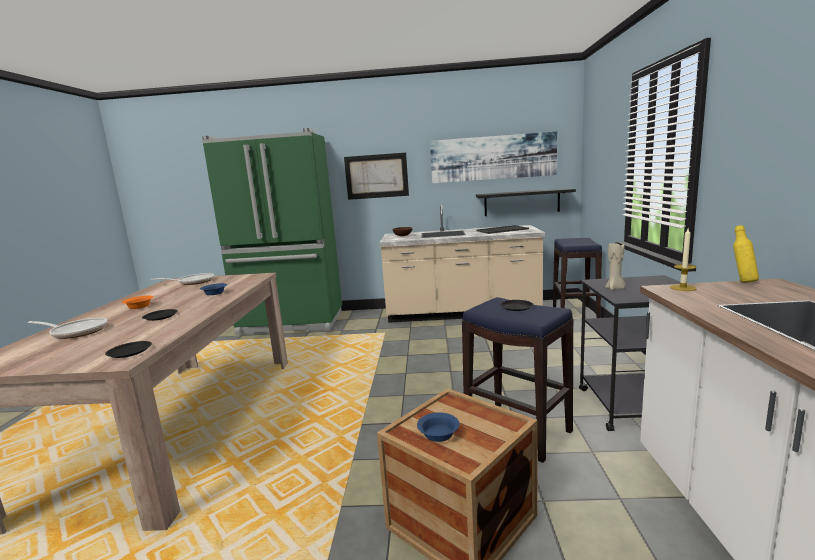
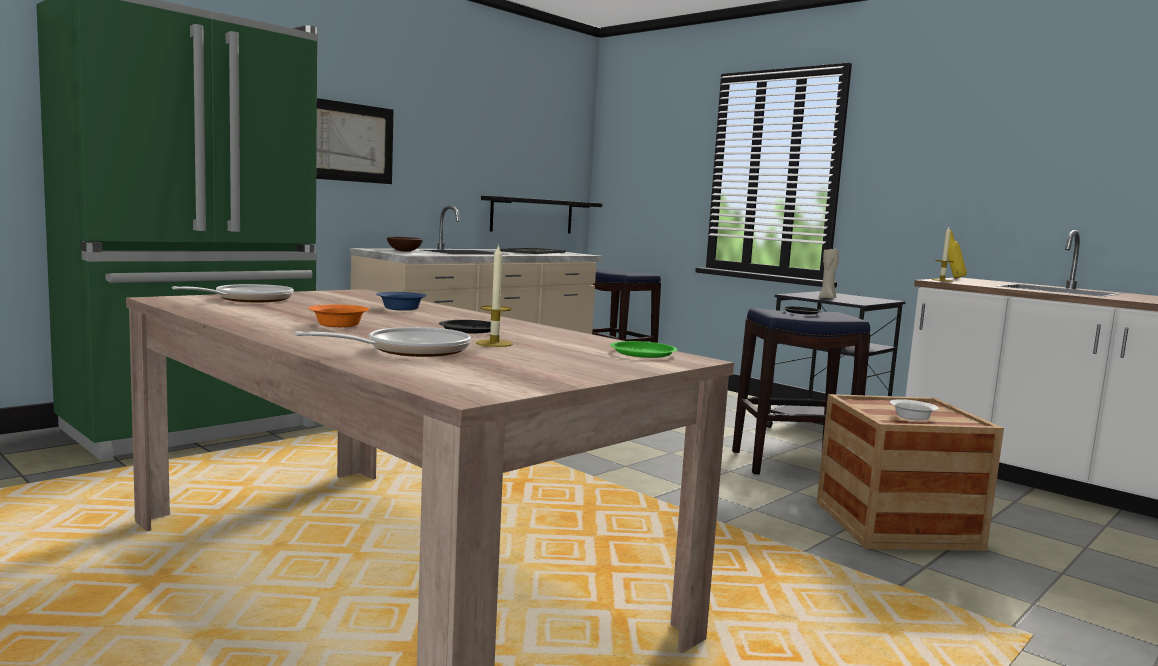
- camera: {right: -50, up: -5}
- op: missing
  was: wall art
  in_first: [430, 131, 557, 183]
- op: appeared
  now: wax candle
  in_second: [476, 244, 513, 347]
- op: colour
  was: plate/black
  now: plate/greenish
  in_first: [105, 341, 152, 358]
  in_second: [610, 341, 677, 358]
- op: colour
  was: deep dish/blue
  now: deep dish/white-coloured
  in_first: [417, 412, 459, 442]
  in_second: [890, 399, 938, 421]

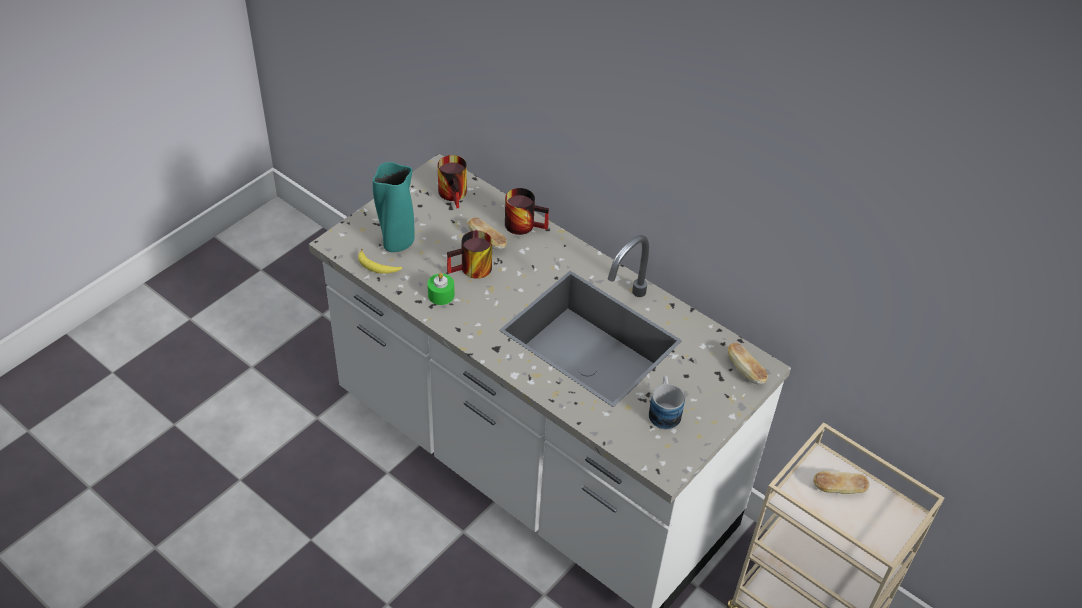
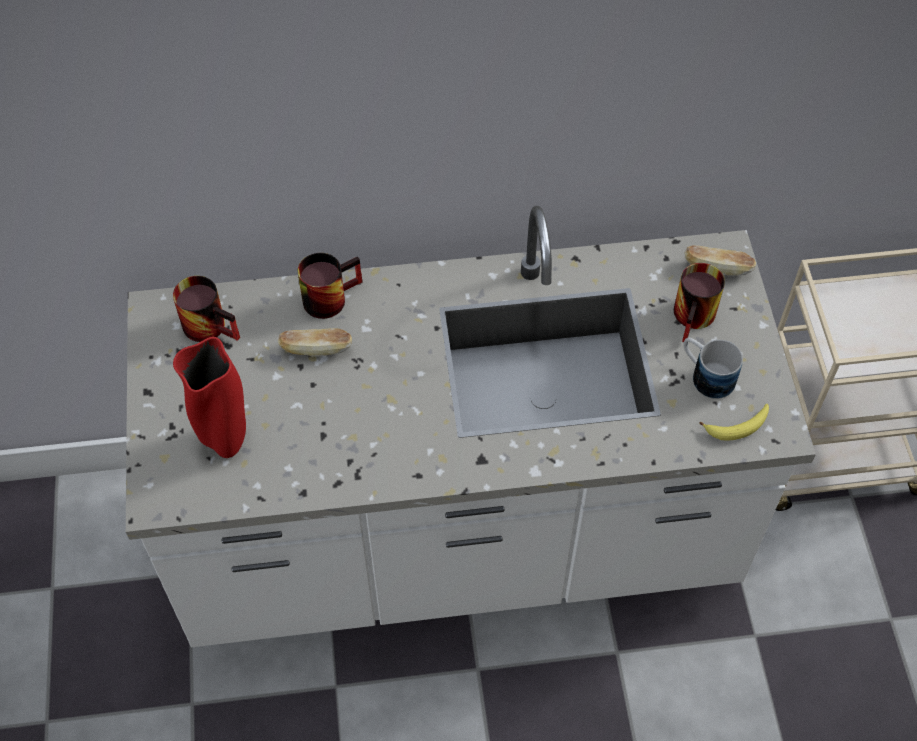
- camera: {right: -45, up: 10}
- op: missing
  was: wax candle/greenish
  in_first: [427, 273, 454, 305]
- op: missing
  was: bakery bread
  in_first: [813, 471, 870, 494]
- op: relocated
  was: whole banana
  in_first: [358, 249, 402, 274]
  in_second: [699, 404, 769, 441]
- op: relocated
  was: coffee mug
  in_first: [447, 230, 492, 279]
  in_second: [674, 263, 725, 342]
- op: colour
  was: decorative vase/turquoise-coloured
  now: decorative vase/red-coloured
  in_first: [373, 162, 415, 252]
  in_second: [173, 337, 246, 458]

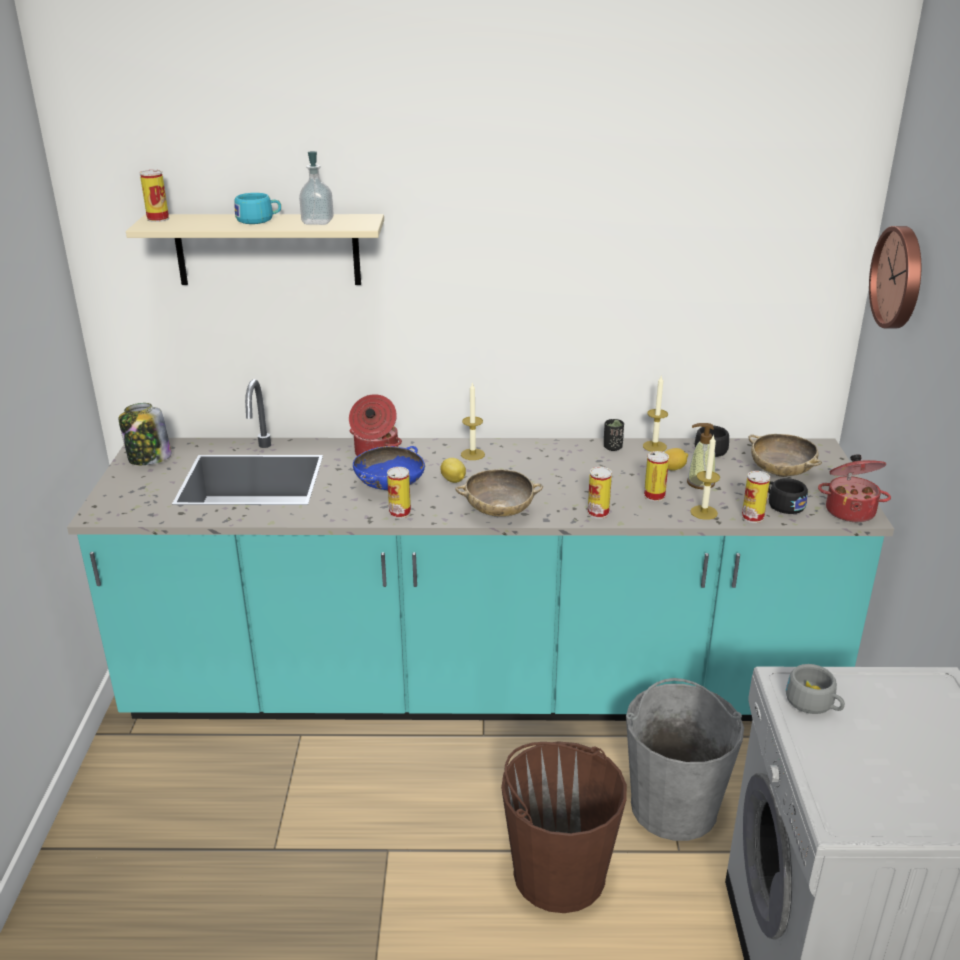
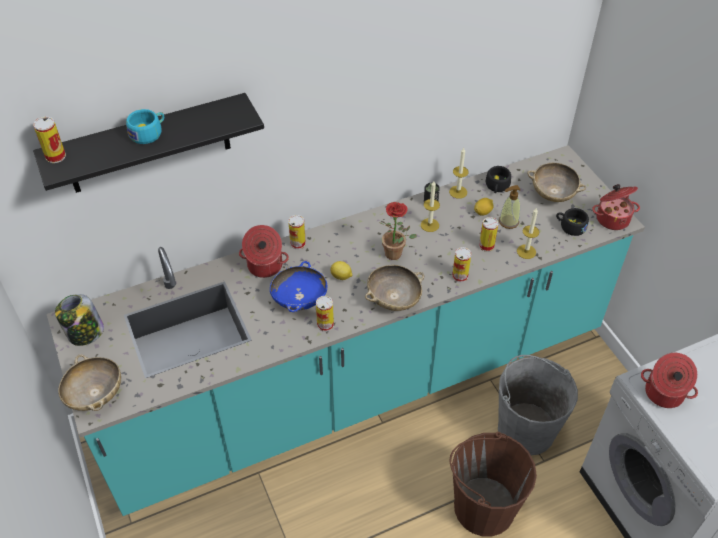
- camera: {right: -25, up: 20}
- op: missing
  was: soap bottle
  in_first: [299, 151, 334, 225]
- op: missing
  was: clock on the wall
  in_first: [869, 226, 921, 328]
- op: appeared
  now: deep dish/beige-coloured
  in_second: [58, 354, 121, 411]
- op: appeared
  now: houseplant
  in_second: [381, 202, 417, 260]
- op: relocated
  was: wax candle
  in_first: [461, 383, 485, 460]
  in_second: [421, 181, 440, 232]
- op: relocated
  was: can
  in_first: [742, 471, 770, 523]
  in_second: [288, 215, 306, 249]
- op: exchanged
  was: small cup/gray
  now: saucepot
  in_first: [786, 664, 845, 714]
  in_second: [641, 353, 698, 408]
- op: colour
  was: shelf/beige-coloured
  now: shelf/black
  in_first: [126, 214, 384, 285]
  in_second: [33, 93, 264, 193]

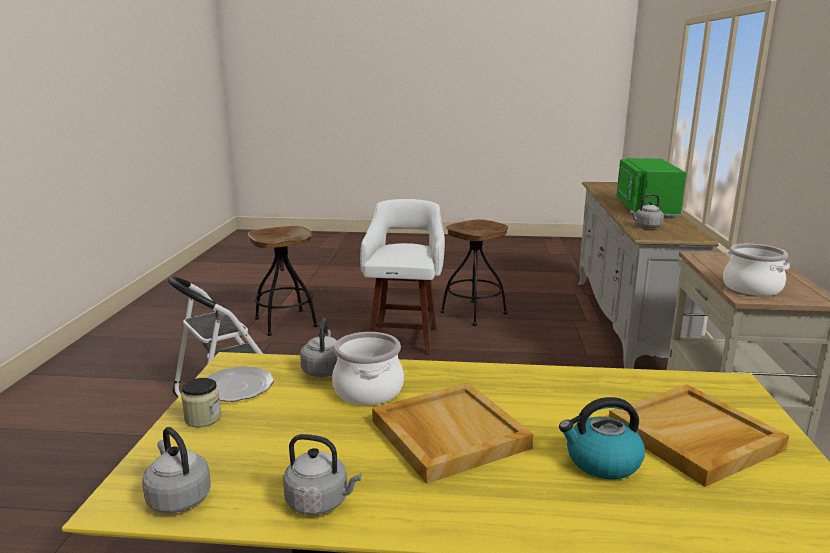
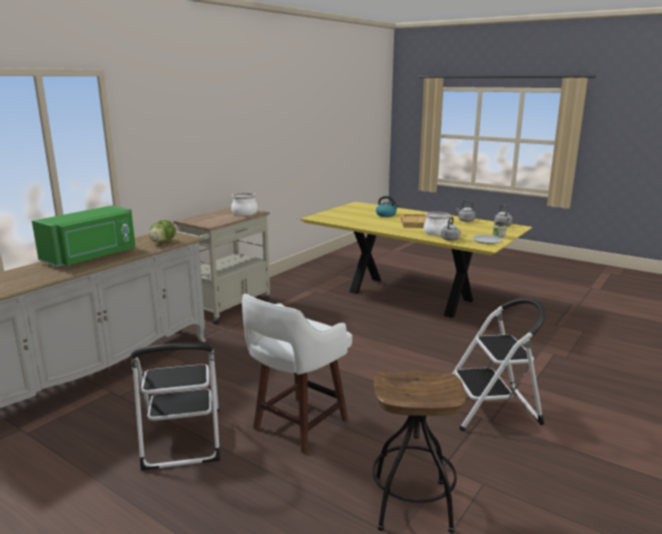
- camera: {right: -150, up: 0}
- op: missing
  was: serving tray/beige-coloured
  in_first: [609, 384, 789, 487]
- op: exchanged
  was: stool/brown-coloured
  now: step ladder
  in_first: [440, 219, 508, 326]
  in_second: [131, 343, 220, 471]
- op: exchanged
  was: tea kettle/gray
  now: lettuce
  in_first: [630, 194, 664, 229]
  in_second: [149, 220, 176, 243]

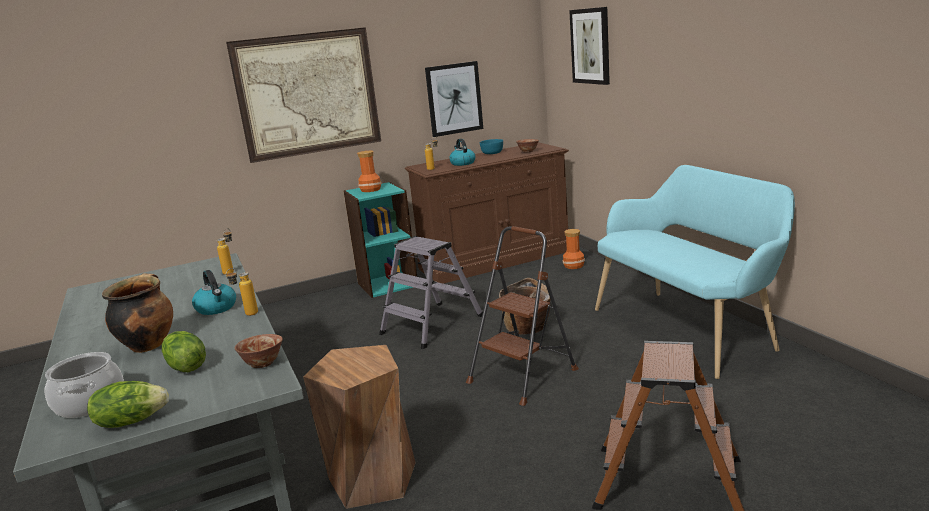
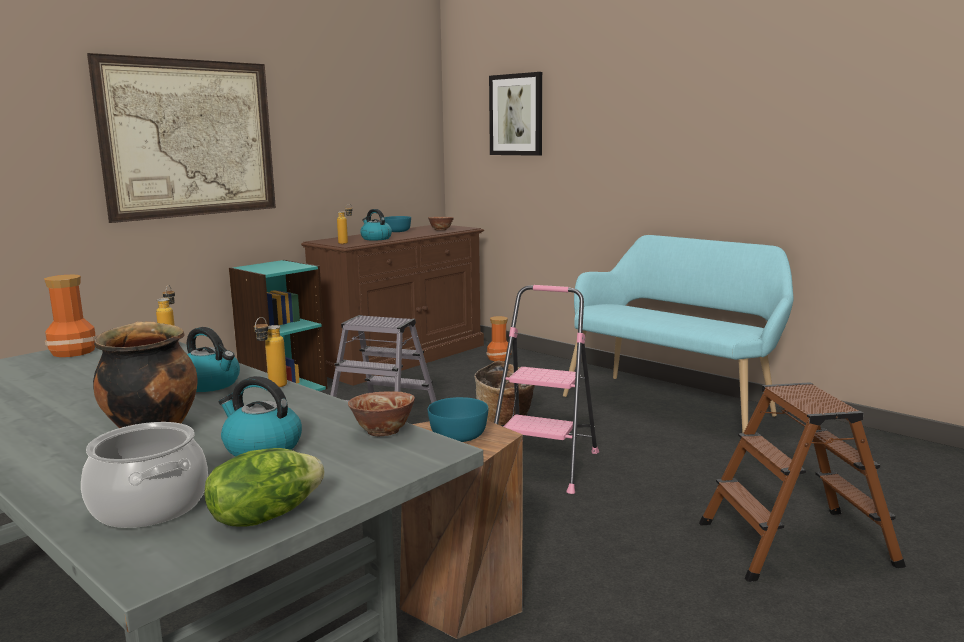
- camera: {right: -25, up: -5}
- op: missing
  was: wall art
  in_first: [425, 61, 483, 137]
- op: appeared
  now: deep dish/turquoise-coloured
  in_second: [428, 397, 488, 442]
- op: relocated
  was: decorative vase
  in_first: [357, 151, 382, 192]
  in_second: [44, 275, 97, 357]
- op: exchanged
  was: lettuce
  now: tea kettle
  in_first: [162, 331, 206, 372]
  in_second: [218, 376, 302, 457]
- op: colour
  was: step ladder/brown-coloured
  now: step ladder/pink
  in_first: [466, 226, 579, 406]
  in_second: [494, 285, 599, 494]

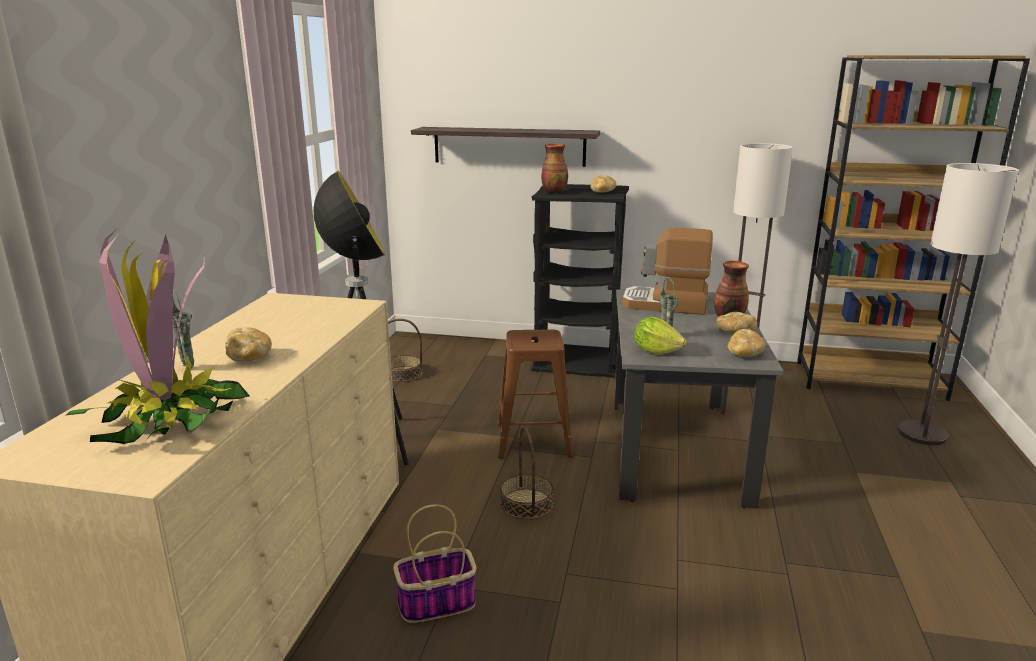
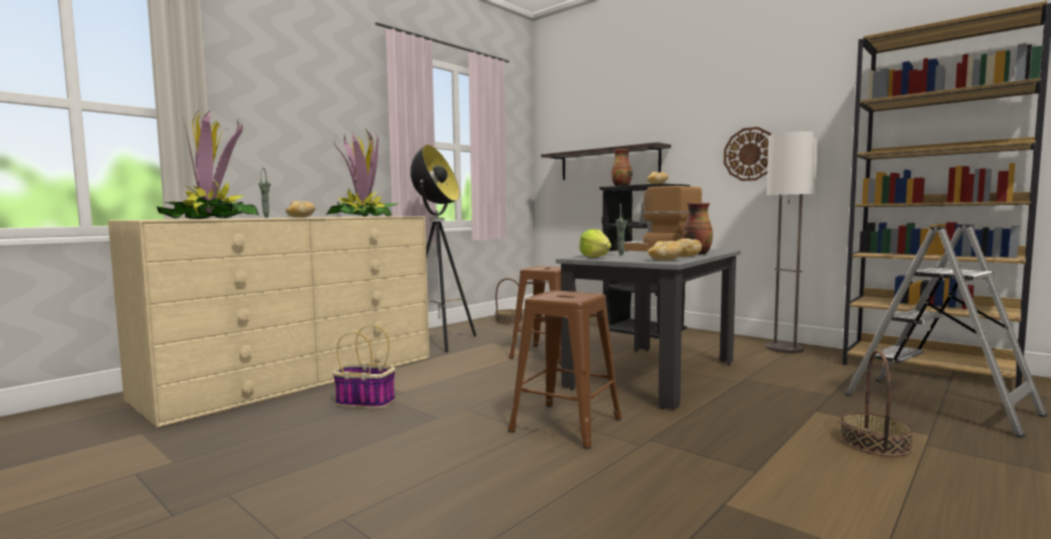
- camera: {right: 30, up: -15}
- op: appeared
  now: houseplant
  in_second: [326, 129, 398, 216]
- op: appeared
  now: stool/brown-coloured
  in_second: [508, 291, 622, 449]
- op: appeared
  now: clock on the wall
  in_second: [724, 127, 771, 181]
- op: relocated
  was: storage basket
  in_first: [500, 427, 554, 520]
  in_second: [840, 350, 913, 457]
- op: exchanged
  was: floor lamp
  now: step ladder/gray
  in_first: [898, 163, 1018, 445]
  in_second: [845, 225, 1048, 438]

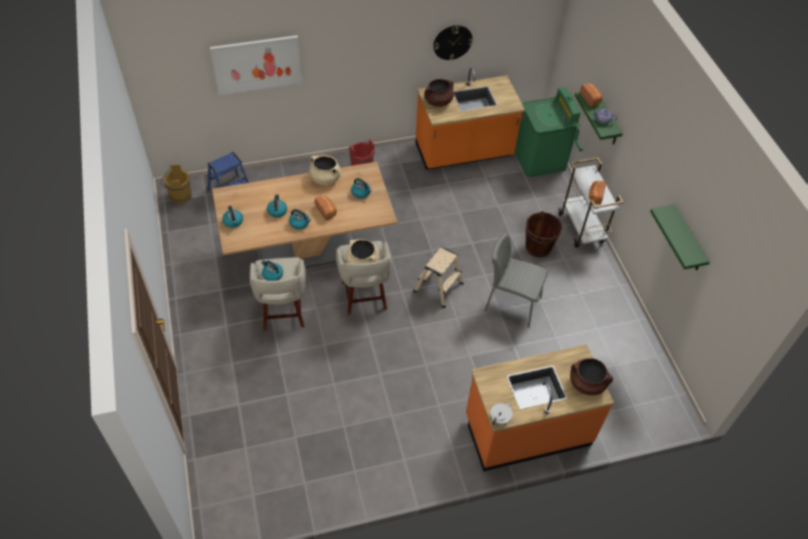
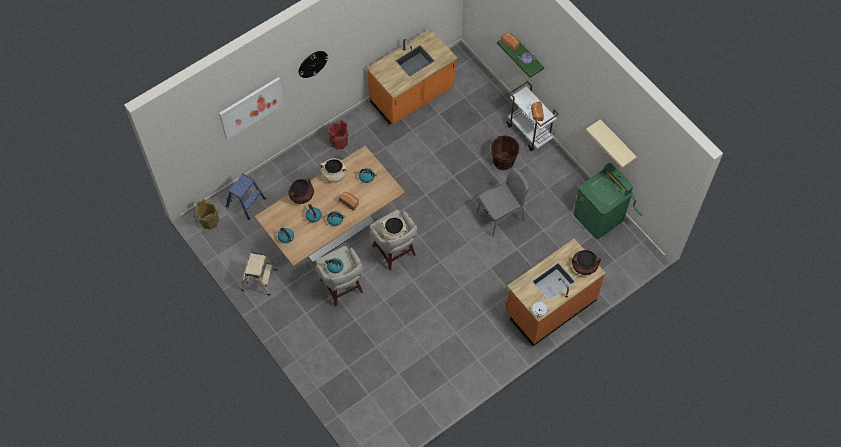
- camera: {right: -20, up: 10}
- op: relocated
  was: step ladder/beige-coloured
  in_first: [413, 246, 464, 308]
  in_second: [241, 252, 277, 296]
- op: relocated
  was: saucepot/brown-coloured
  in_first: [424, 79, 454, 107]
  in_second: [289, 178, 314, 204]
- op: relocated
  was: clock on the wall
  in_first: [433, 25, 473, 60]
  in_second: [299, 51, 328, 78]
- op: relocated
  was: washing machine/greenish
  in_first: [515, 87, 583, 177]
  in_second: [573, 163, 643, 239]
- op: colour
  was: shelf/greenish
  now: shelf/beige-coloured
  in_first: [650, 204, 710, 270]
  in_second: [586, 119, 637, 168]
- op: spun
  was: upright chair/gray
  in_first: [484, 233, 548, 328]
  in_second: [476, 168, 529, 237]
  clockwise: 150

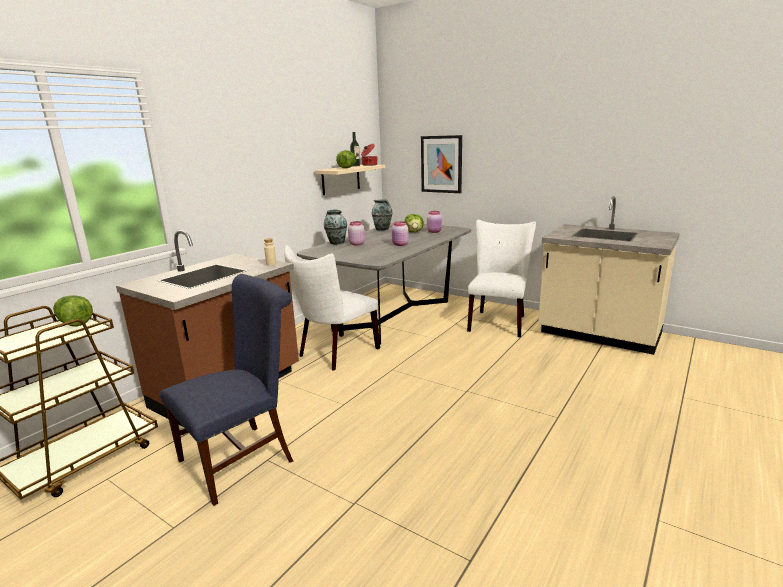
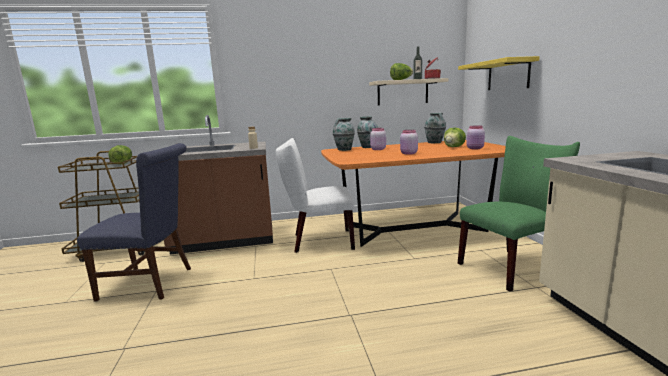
- camera: {right: 45, up: -5}
- op: appeared
  now: decorative vase
  in_second: [333, 118, 355, 151]
- op: exchanged
  was: wall art
  now: shelf/yellowish
  in_first: [421, 135, 462, 193]
  in_second: [458, 56, 540, 90]
- op: colour
  was: dinner table/gray
  now: dinner table/orange-coloured
  in_first: [297, 223, 471, 345]
  in_second: [321, 140, 506, 247]
- op: colour
  was: upright chair/white-coloured
  now: upright chair/greenish
  in_first: [467, 220, 536, 337]
  in_second: [457, 136, 580, 291]

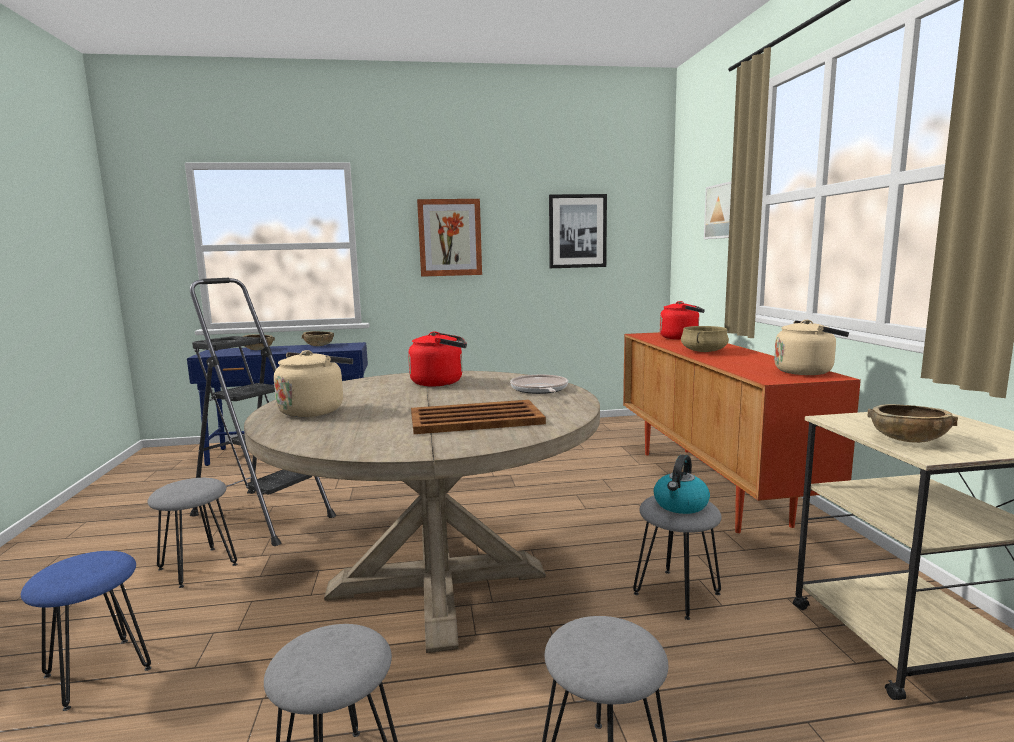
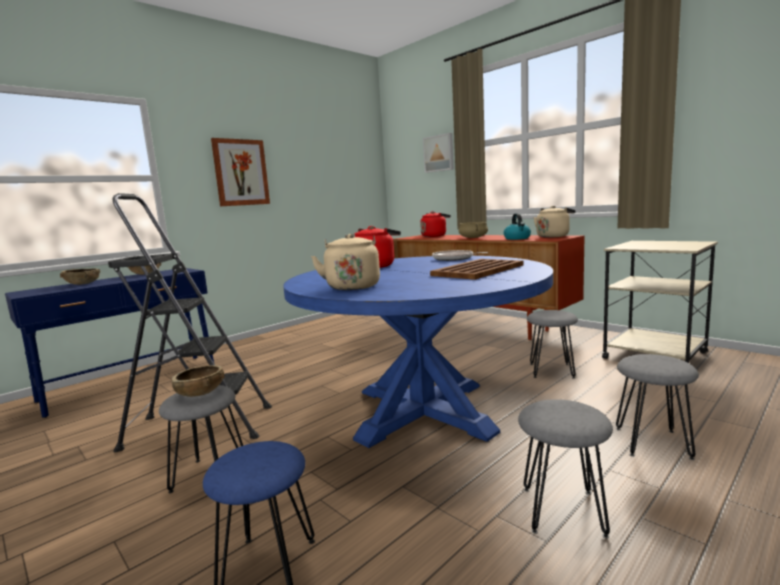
- camera: {right: -35, up: 0}
- op: missing
  was: wall art
  in_first: [549, 194, 607, 268]
- op: relocated
  was: tea kettle
  in_first: [654, 454, 710, 514]
  in_second: [504, 213, 531, 240]
- op: relocated
  was: deep dish/brown-coloured
  in_first: [868, 404, 958, 443]
  in_second: [172, 365, 224, 397]
- op: colour
  was: dinner table/beige-coloured
  now: dinner table/blue
  in_first: [244, 371, 600, 653]
  in_second: [283, 256, 553, 448]

